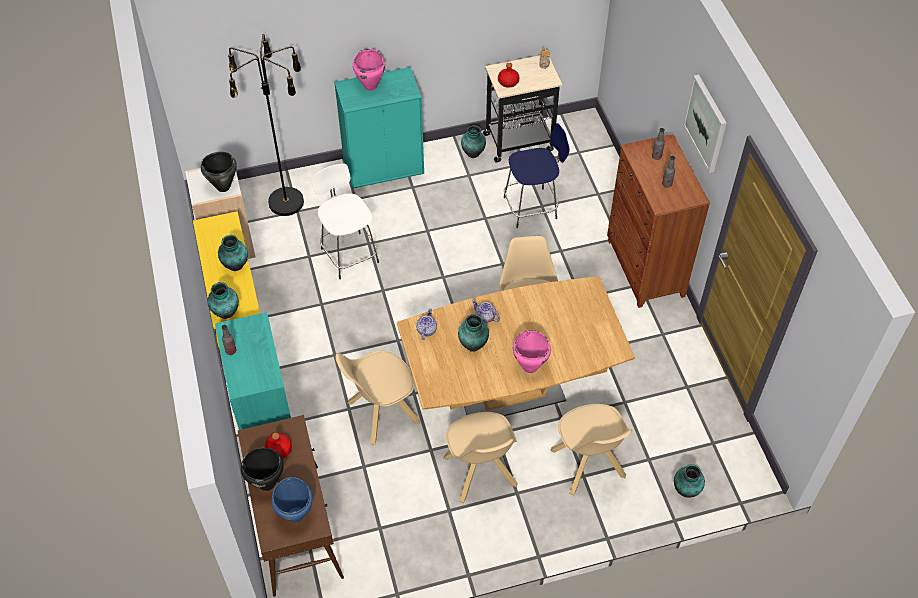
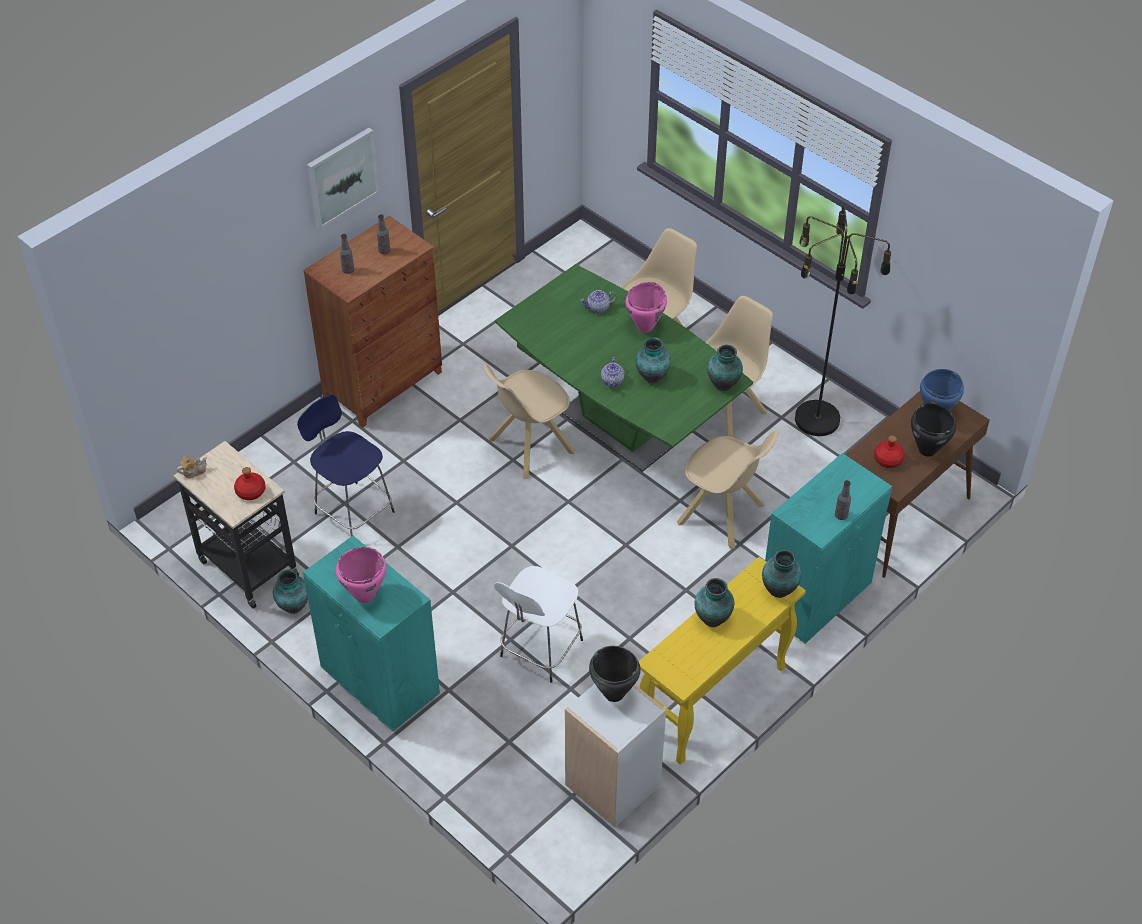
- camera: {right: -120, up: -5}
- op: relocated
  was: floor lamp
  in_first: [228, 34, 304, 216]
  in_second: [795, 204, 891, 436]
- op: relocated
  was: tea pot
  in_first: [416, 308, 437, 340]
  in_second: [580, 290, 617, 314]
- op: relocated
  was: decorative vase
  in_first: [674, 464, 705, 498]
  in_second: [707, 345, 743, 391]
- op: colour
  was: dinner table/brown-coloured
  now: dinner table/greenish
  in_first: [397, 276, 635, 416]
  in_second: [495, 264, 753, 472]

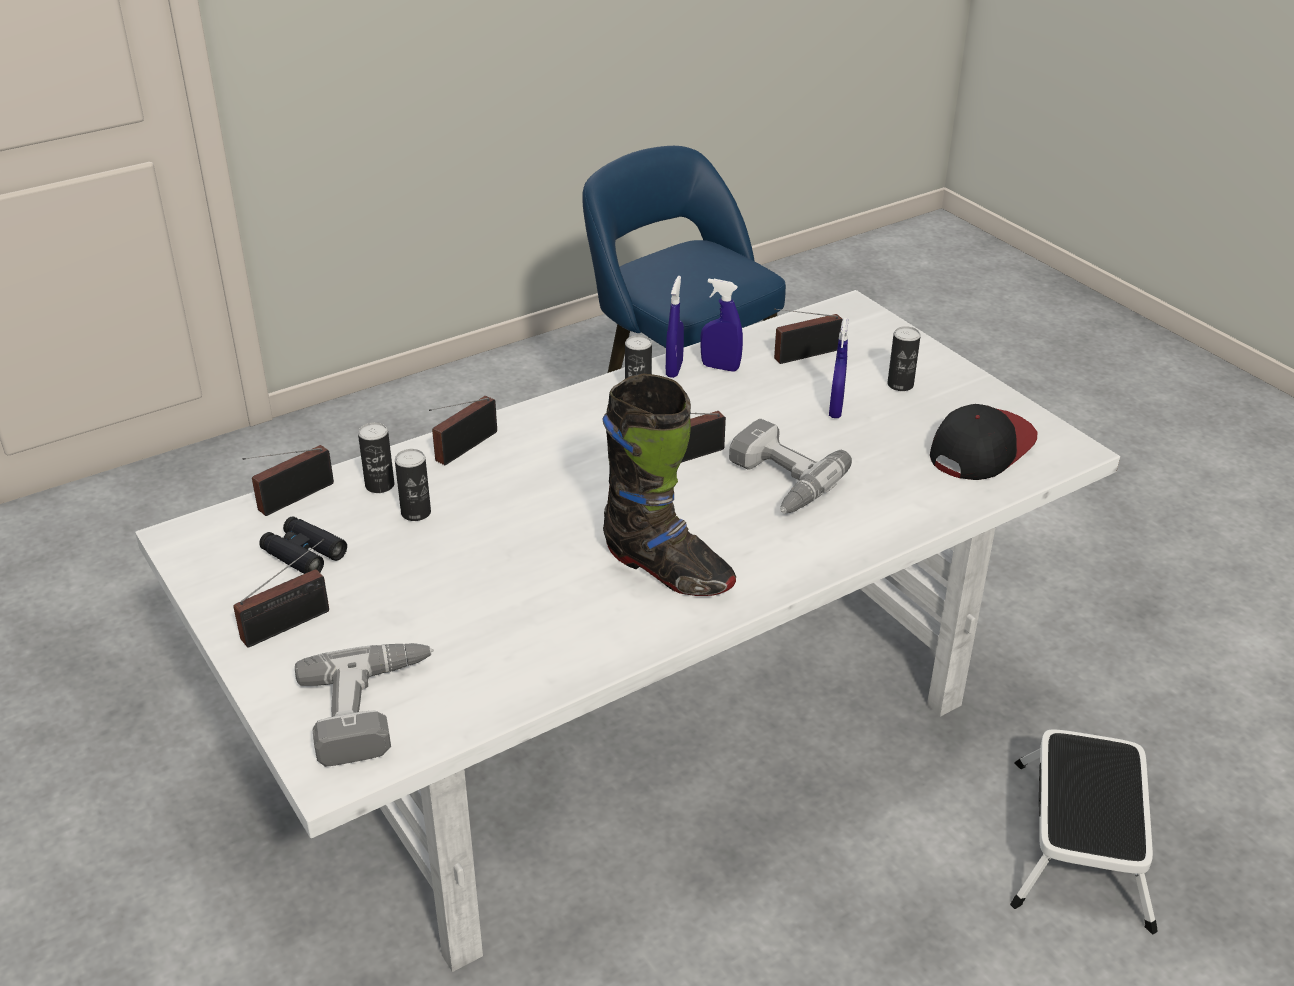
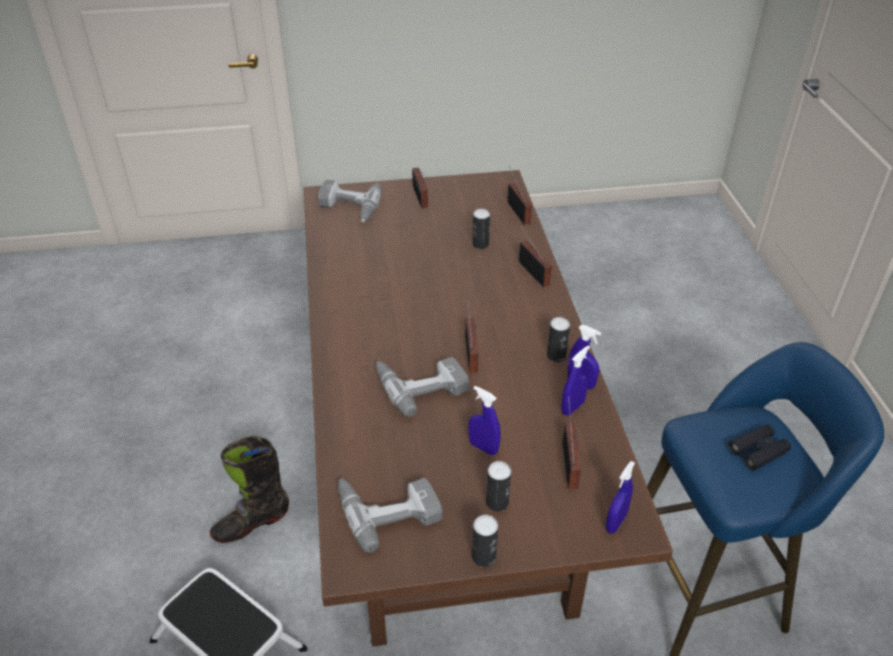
- camera: {right: 115, up: 5}
- op: appeared
  now: sprayer/blue
  in_second: [605, 461, 635, 534]
- op: relocated
  was: binoculars/black
  in_first: [259, 516, 347, 574]
  in_second: [728, 425, 791, 471]
- op: relocated
  was: can
  in_first: [358, 422, 394, 493]
  in_second: [472, 515, 498, 567]
- op: relocated
  was: high-top boot/black
  in_first: [603, 374, 736, 596]
  in_second: [210, 436, 289, 543]
- op: exchanged
  was: peaked cap
  now: electric drill
  in_first: [930, 404, 1037, 480]
  in_second: [338, 478, 443, 553]
- op: colour
  was: dinner table/white-coloured
  now: dinner table/brown-coloured
  in_first: [135, 290, 1120, 972]
  in_second: [304, 170, 673, 646]

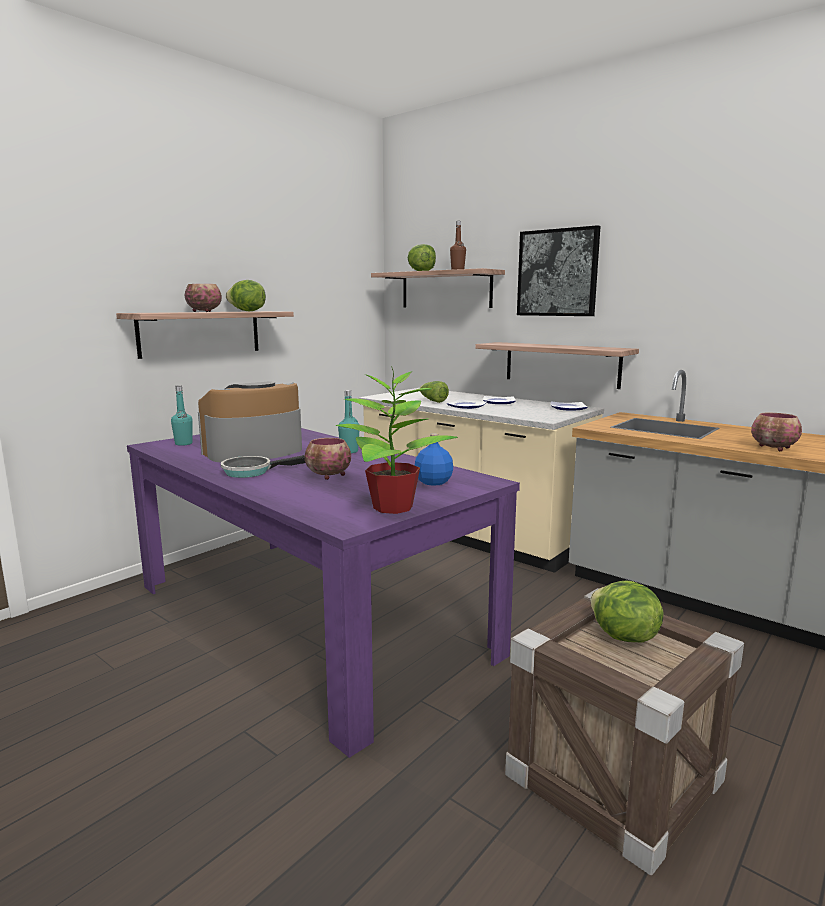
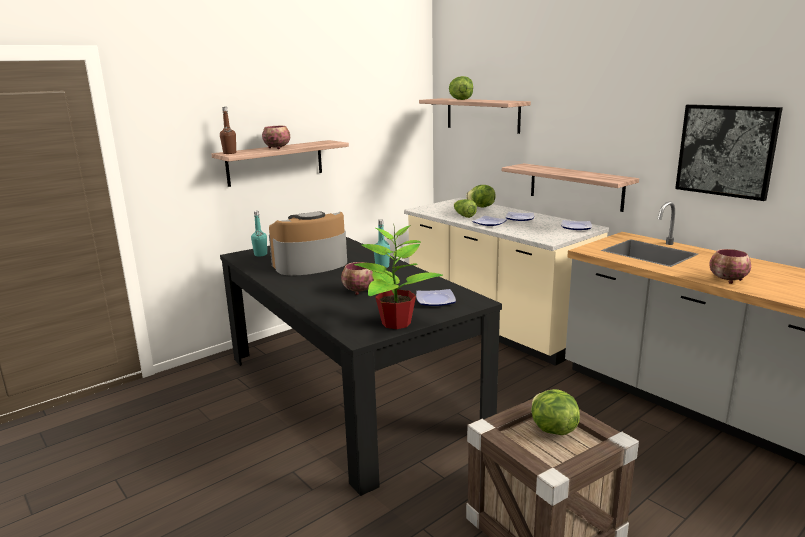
- camera: {right: 10, up: 5}
- op: missing
  was: skillet
  in_first: [221, 455, 305, 478]
- op: relocated
  was: lettuce
  in_first: [226, 280, 266, 312]
  in_second: [466, 185, 495, 208]
- op: relocated
  was: beverage bottle/brown-coloured
  in_first: [450, 221, 466, 270]
  in_second: [220, 107, 236, 154]
- op: relocated
  was: wall art
  in_first: [517, 225, 601, 316]
  in_second: [675, 104, 783, 201]
- op: exchanged
  was: beverage bottle/blue
  now: plate
  in_first: [415, 433, 453, 486]
  in_second: [416, 289, 456, 306]
- op: colour
  was: dinner table/purple-coloured
  now: dinner table/black
  in_first: [127, 428, 520, 758]
  in_second: [220, 237, 502, 496]

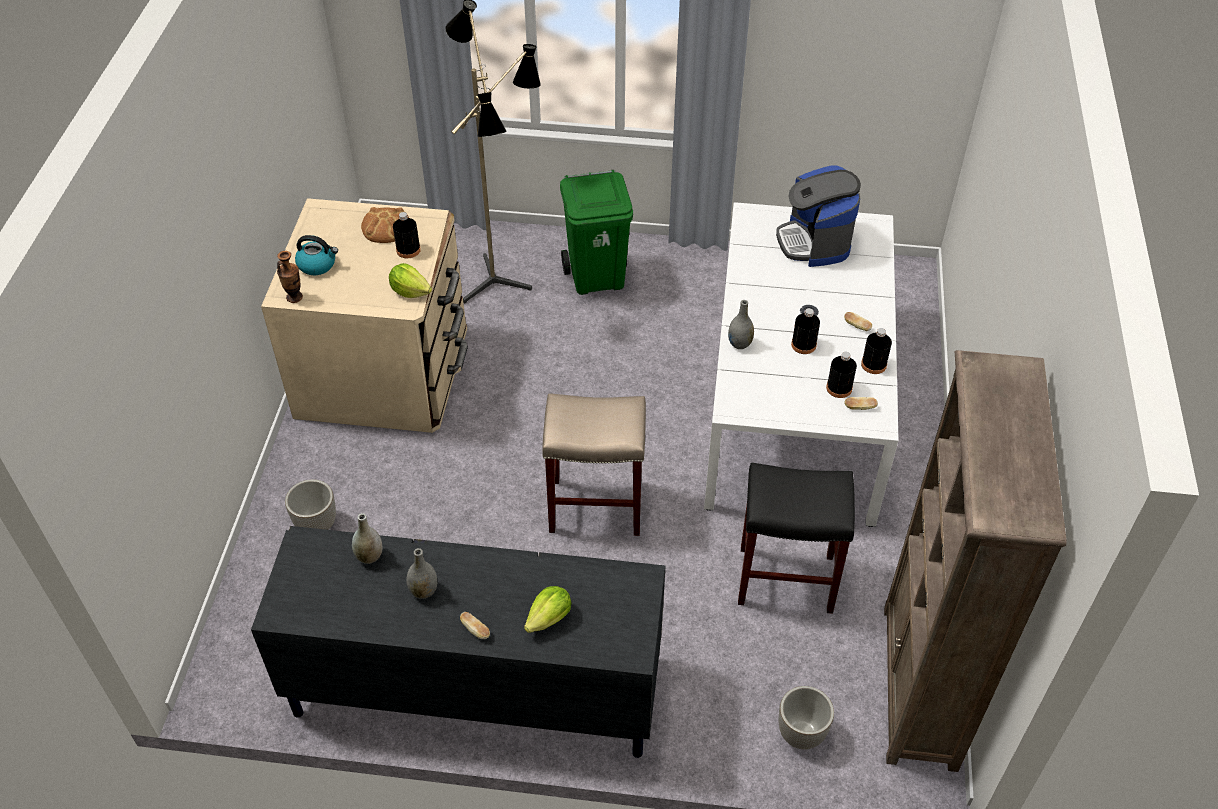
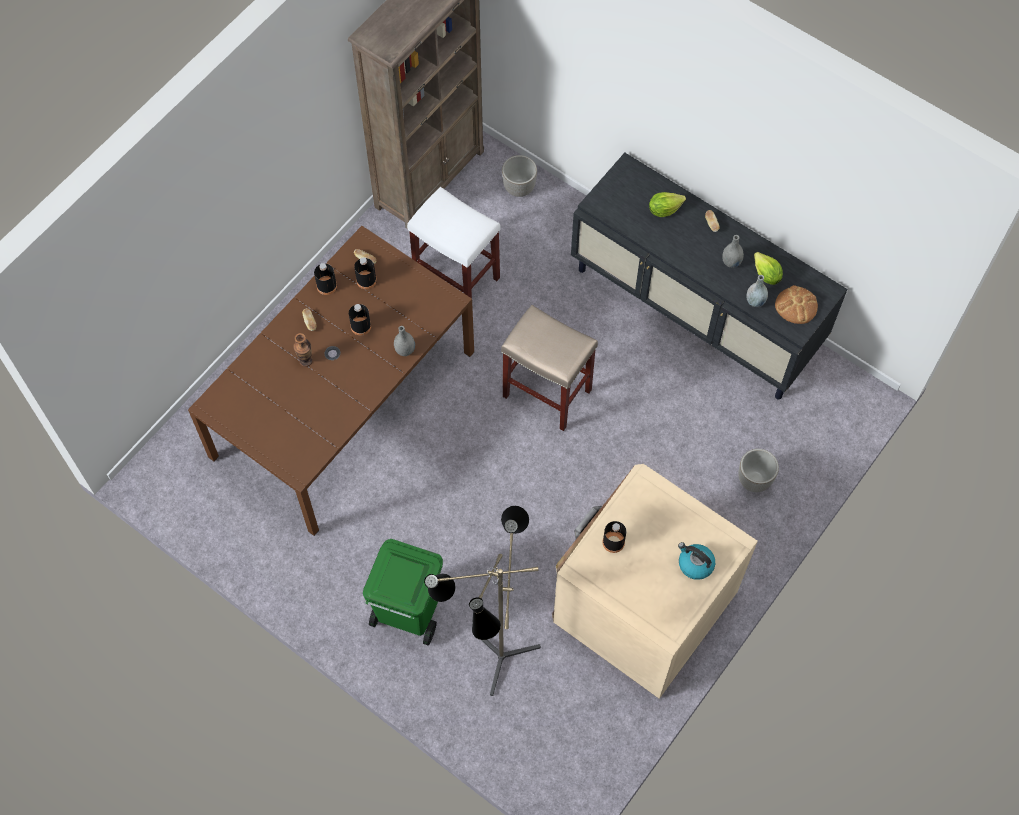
- camera: {right: -150, up: 15}
- op: missing
  was: coffee machine
  in_first: [776, 165, 861, 267]
- op: relocated
  was: decorative vase
  in_first: [277, 251, 303, 303]
  in_second: [293, 333, 313, 367]
- op: relocated
  was: bakery bread
  in_first: [361, 207, 409, 243]
  in_second: [775, 285, 818, 324]
- op: relocated
  was: lettuce
  in_first: [389, 263, 432, 298]
  in_second: [754, 252, 783, 285]
- op: colour
  was: dinner table/white-coloured
  now: dinner table/brown-coloured
  in_first: [704, 202, 899, 527]
  in_second: [188, 226, 474, 536]
- op: colour
  was: stool/black
  now: stool/white-coloured
  in_first: [738, 463, 855, 614]
  in_second: [407, 187, 500, 298]

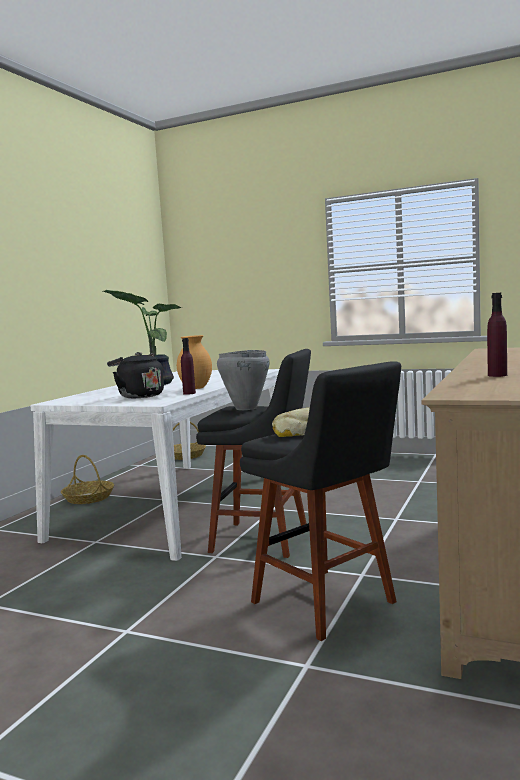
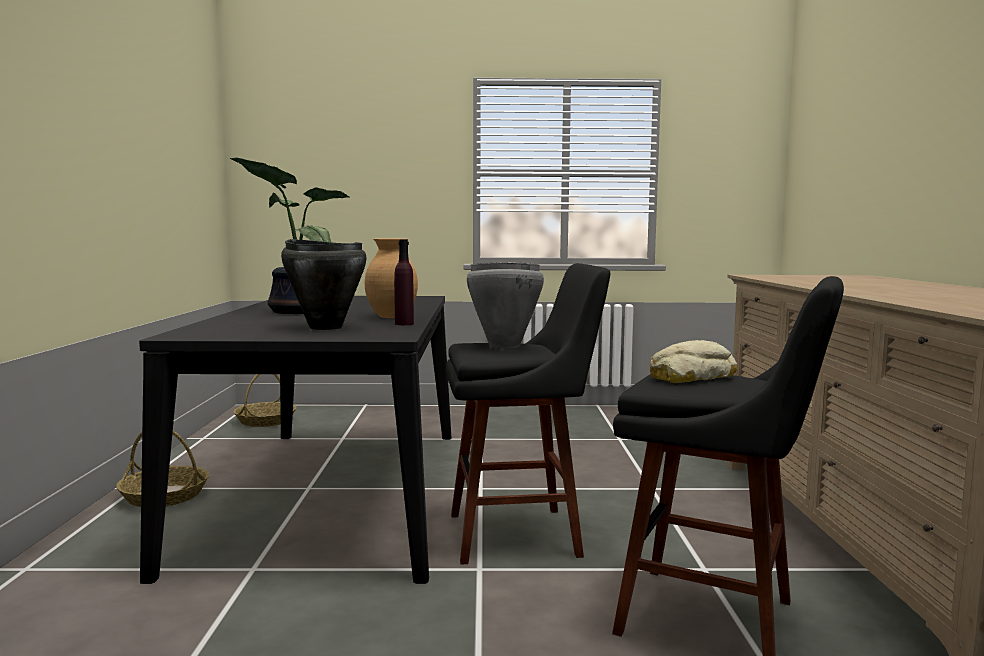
- camera: {right: -25, up: 0}
- op: missing
  was: beverage bottle/purple-coloured
  in_first: [487, 293, 507, 377]
- op: exchanged
  was: tea kettle/black
  now: saucepot/black
  in_first: [107, 352, 164, 398]
  in_second: [281, 239, 367, 330]
- op: colour
  was: dinner table/white-coloured
  now: dinner table/black
  in_first: [30, 369, 279, 561]
  in_second: [139, 296, 452, 584]

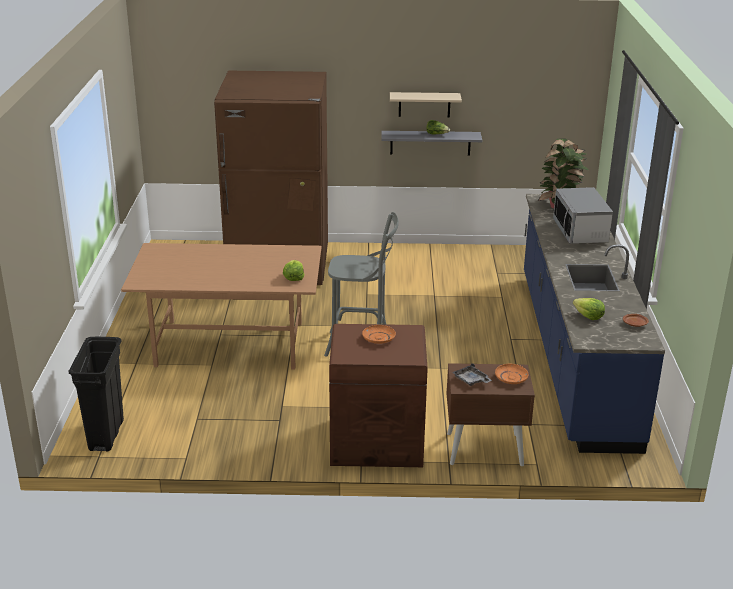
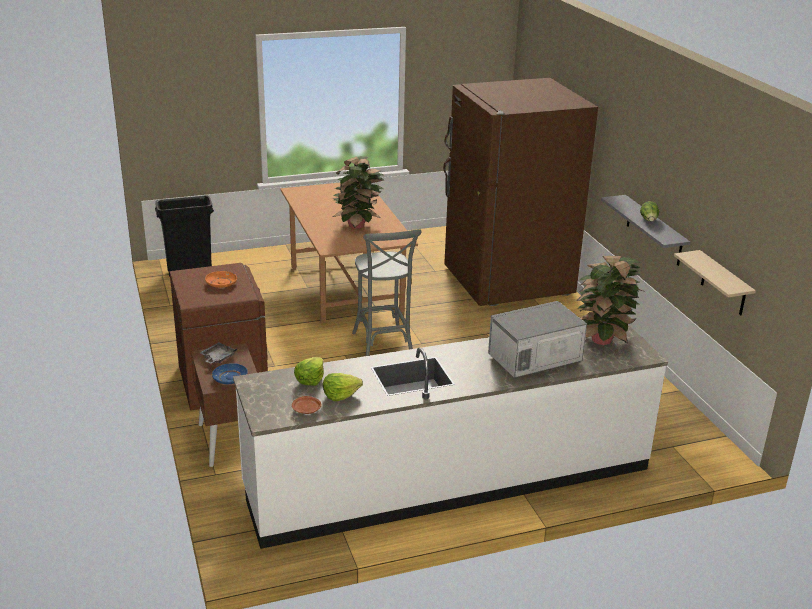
- camera: {right: 70, up: 0}
- op: appeared
  now: houseplant
  in_second: [332, 156, 385, 229]
- op: relocated
  was: lettuce
  in_first: [283, 260, 304, 281]
  in_second: [323, 373, 363, 401]
- op: relocated
  was: shelf/beige-coloured
  in_first: [390, 92, 462, 118]
  in_second: [674, 250, 756, 315]
- op: colour
  was: plate/orange-coloured
  now: plate/blue
  in_first: [495, 364, 529, 384]
  in_second: [212, 363, 248, 384]
- op: colour
  was: counter/blue
  now: counter/white-coloured
  in_first: [524, 194, 665, 454]
  in_second: [233, 325, 668, 549]

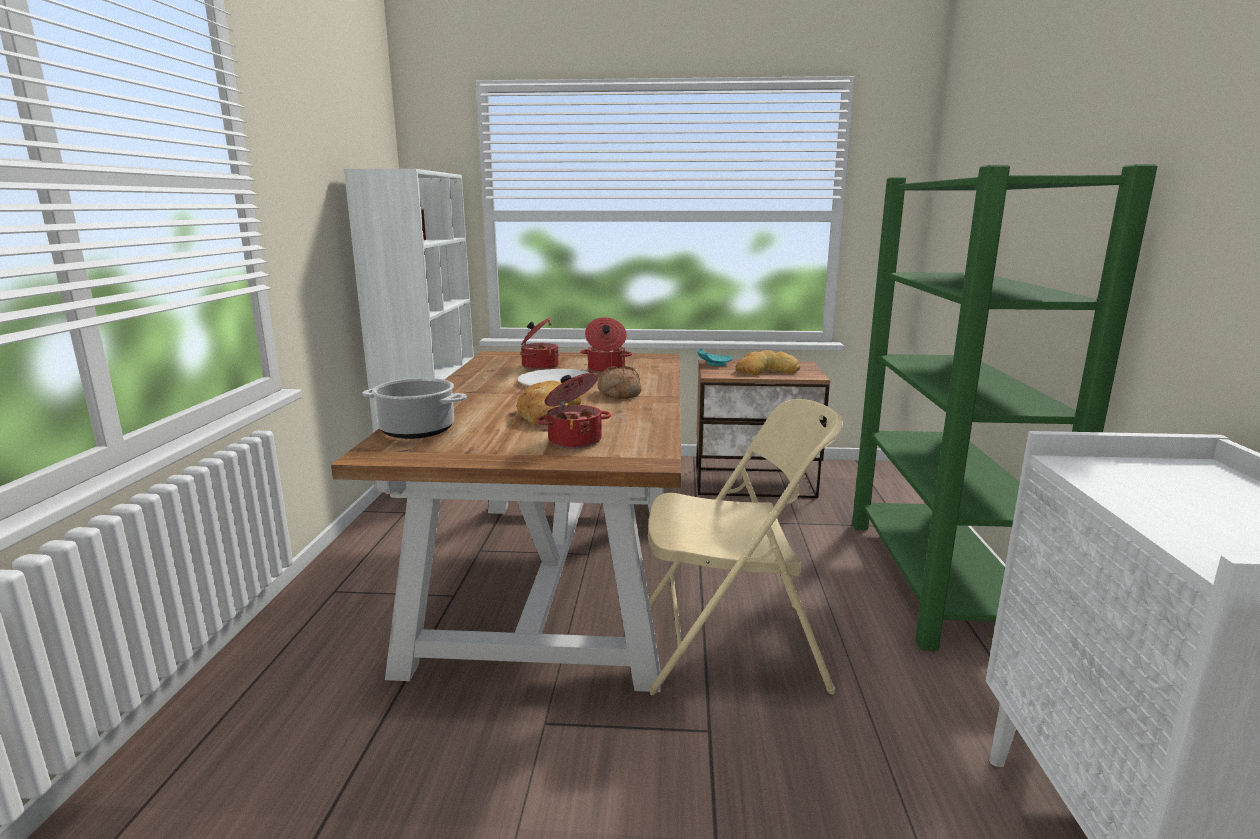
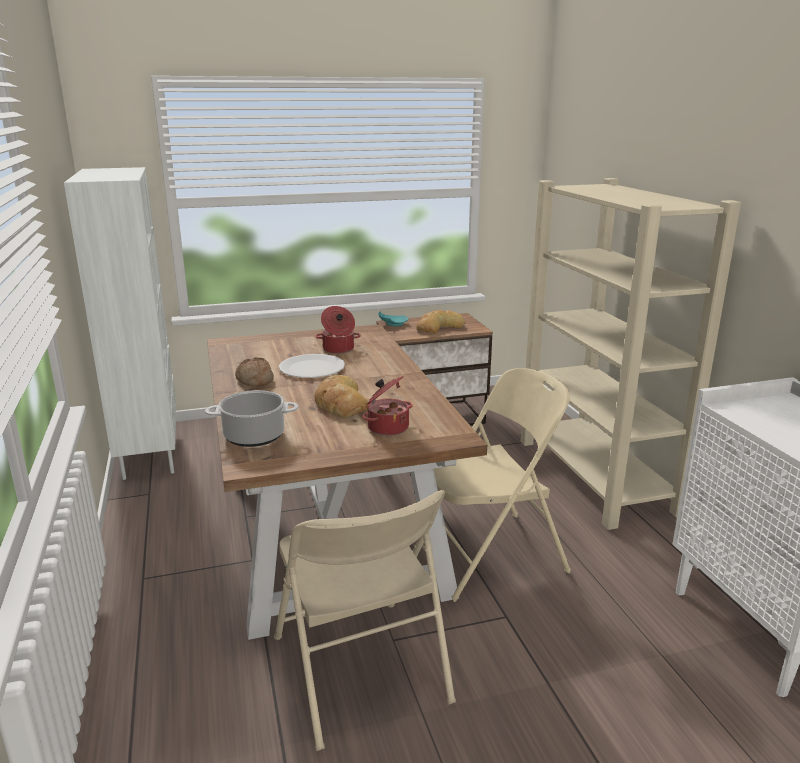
- camera: {right: -20, up: 5}
- op: missing
  was: saucepot
  in_first: [520, 317, 559, 370]
- op: appeared
  now: upright chair/beige-coloured
  in_second: [274, 490, 456, 751]
- op: relocated
  was: bakery bread
  in_first: [597, 366, 642, 399]
  in_second: [235, 357, 274, 387]
- op: colour
  was: bookcase/greenish
  now: bookcase/beige-coloured
  in_first: [852, 164, 1157, 651]
  in_second: [520, 178, 741, 530]

